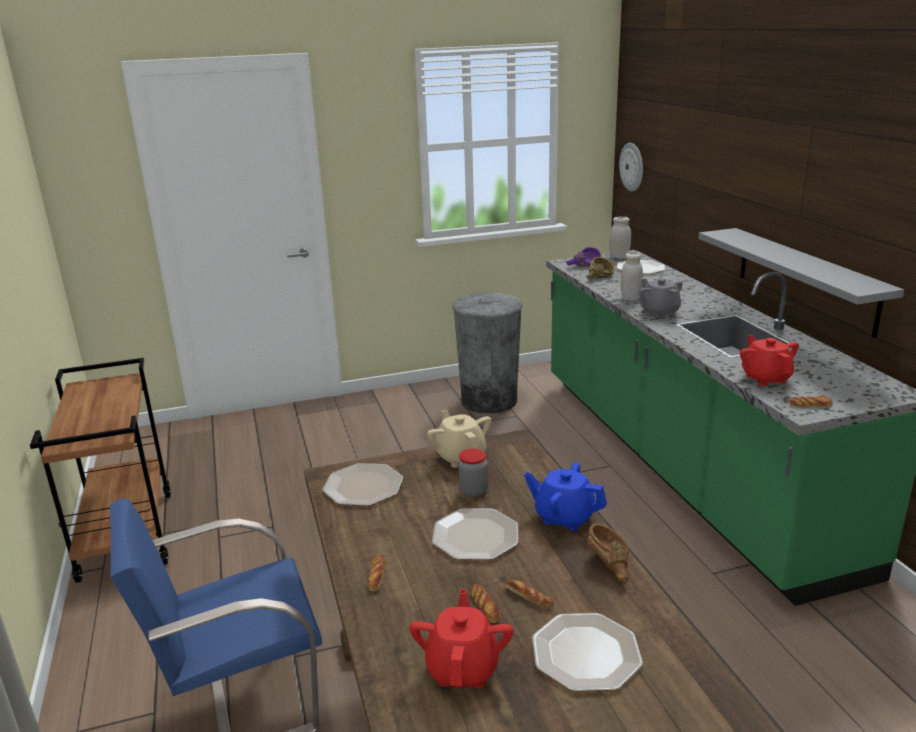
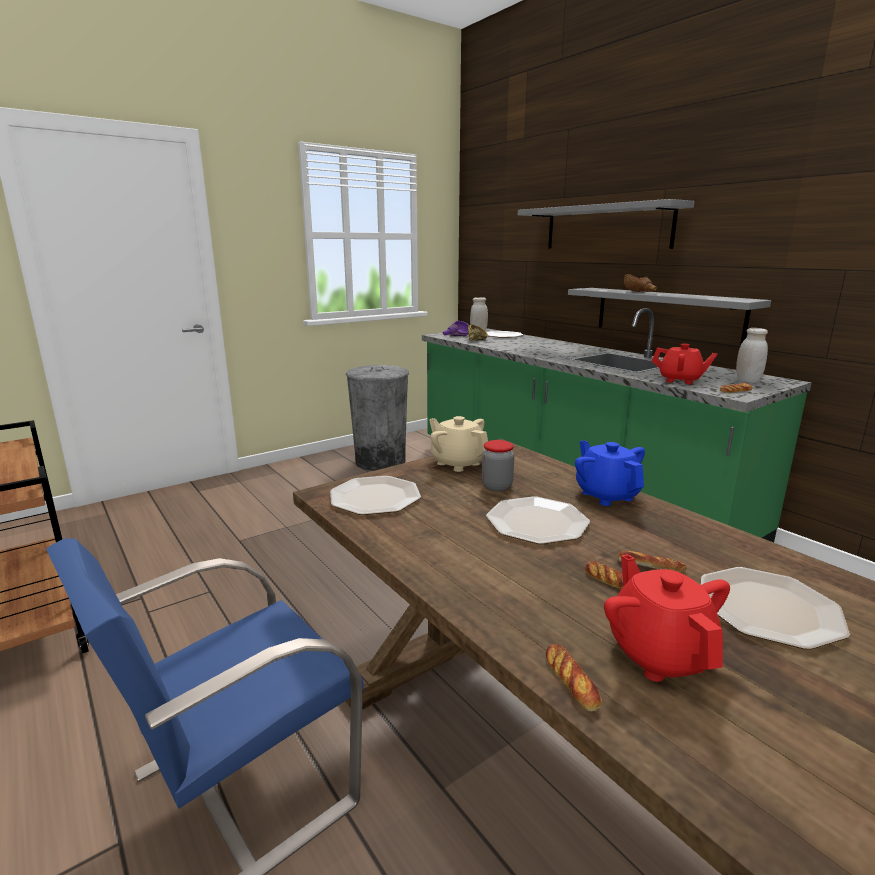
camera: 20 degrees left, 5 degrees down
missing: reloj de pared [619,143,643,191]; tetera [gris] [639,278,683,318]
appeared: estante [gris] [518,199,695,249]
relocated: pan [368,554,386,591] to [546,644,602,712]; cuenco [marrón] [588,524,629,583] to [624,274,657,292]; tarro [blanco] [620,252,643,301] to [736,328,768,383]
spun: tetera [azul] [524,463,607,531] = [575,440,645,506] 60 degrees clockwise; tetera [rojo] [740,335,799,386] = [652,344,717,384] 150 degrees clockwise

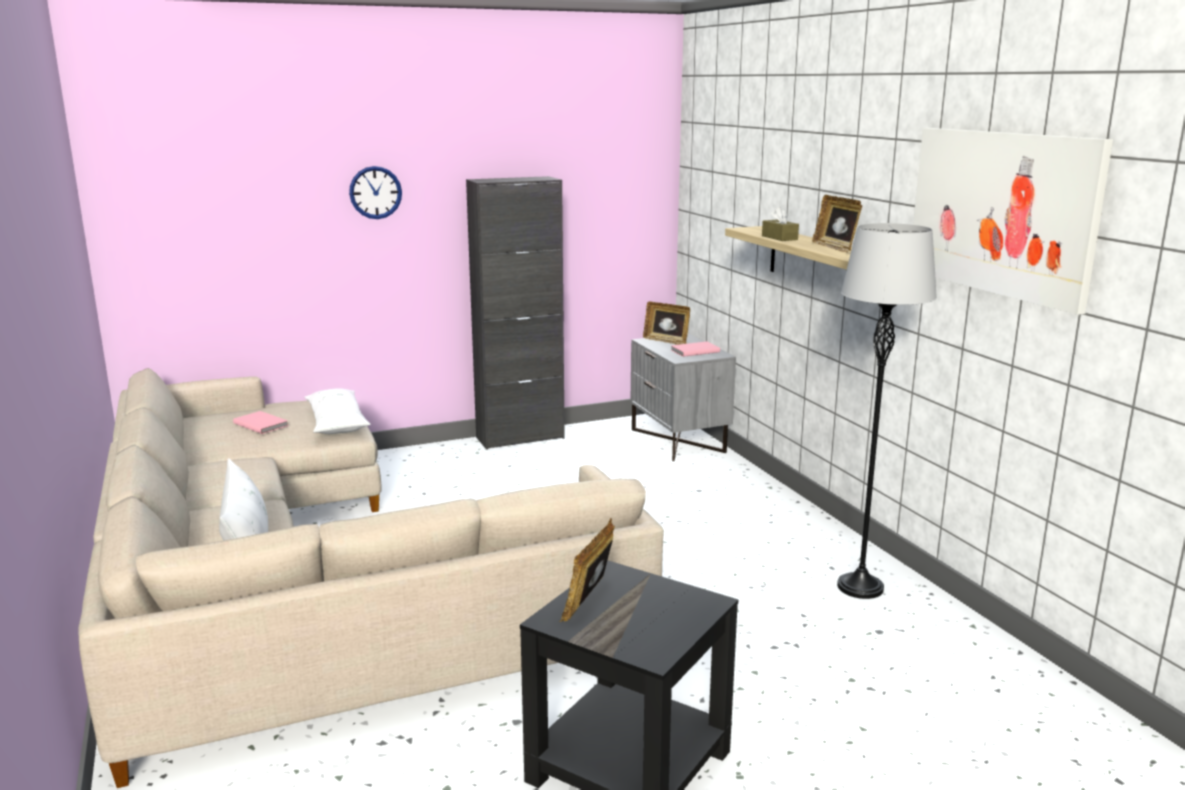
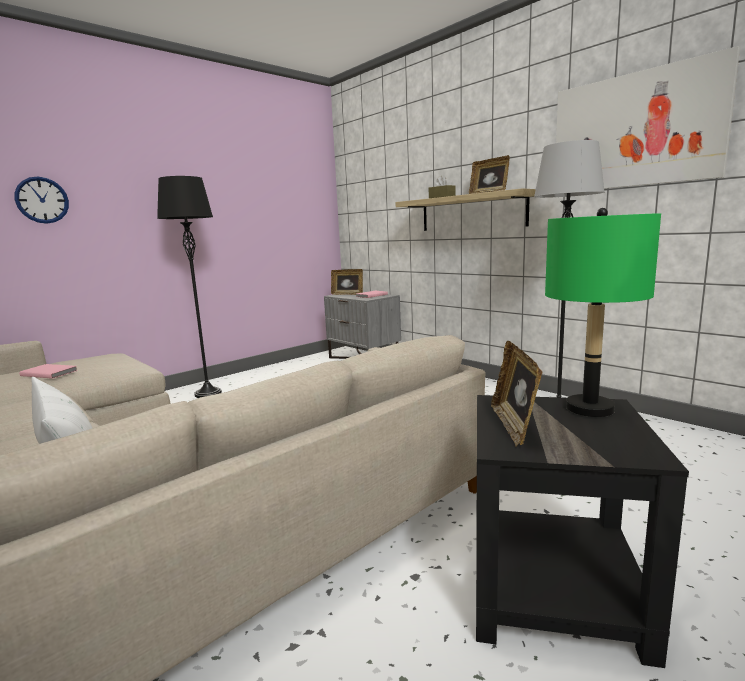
camera: 20 degrees left, 5 degrees down
missing: cojín [blanco] [304,388,370,434]; armario [negro] [466,176,565,450]
appeared: lámpara de pie [negro] [157,176,222,398]; lámpara de mesa [verde] [545,208,661,417]
relocated: reloj de pared [349,166,402,219] to [14,177,69,224]

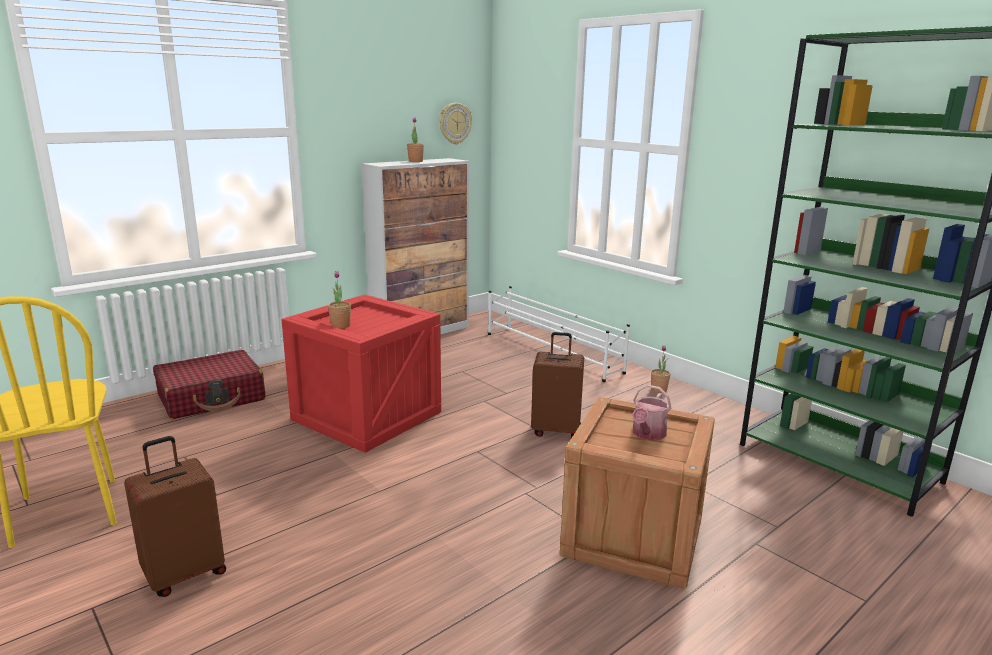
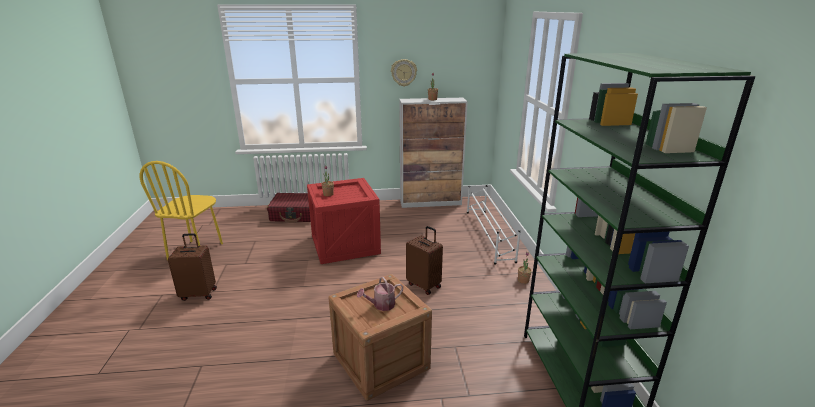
camera: 35 degrees right, 5 degrees up
relocated: reloj de pared [439,103,472,145] to [391,59,417,87]

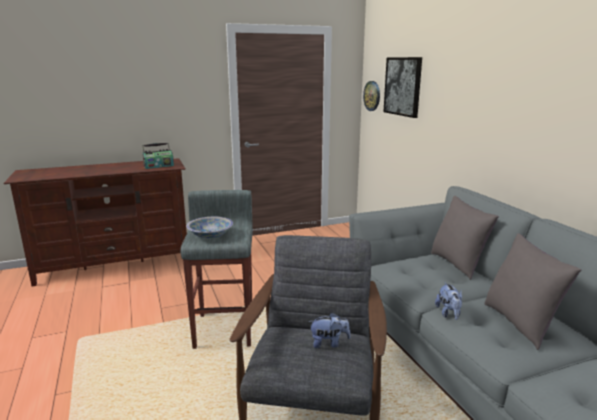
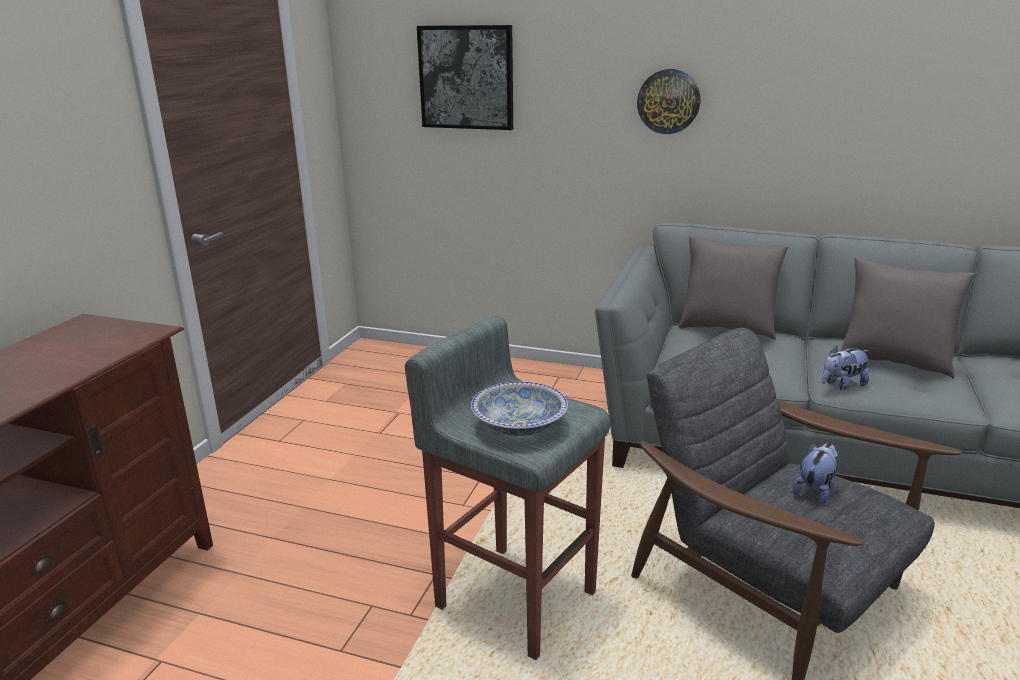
camera: 50 degrees left, 5 degrees up
missing: radio [142,143,174,169]
relocated: reloj de pared [363,81,380,111] to [637,69,701,134]
spun: peluche [435,282,462,320] = [822,346,870,390] 120 degrees clockwise

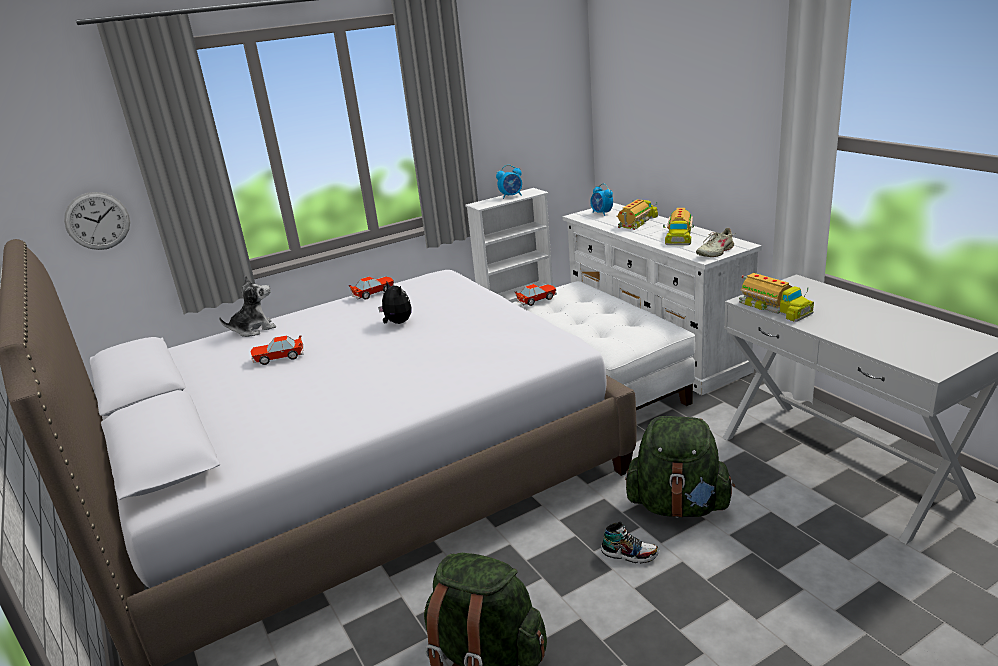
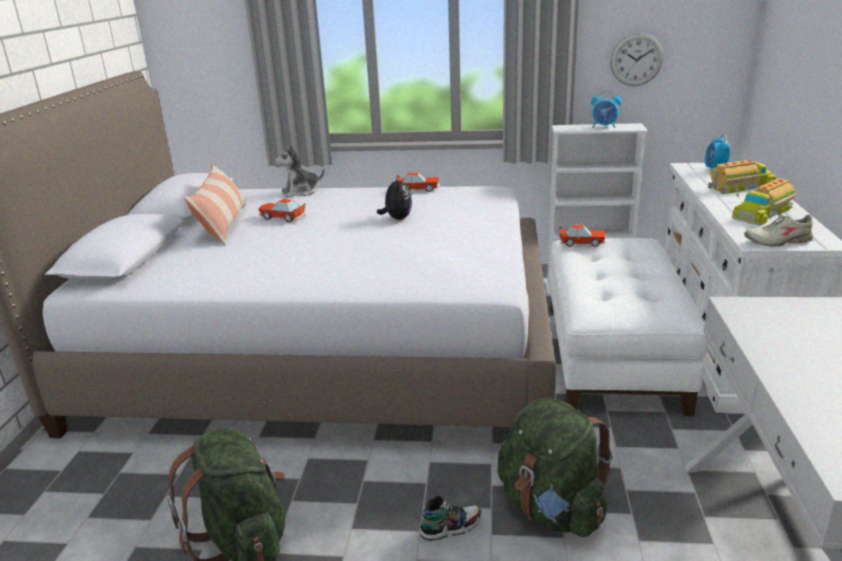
camera: 35 degrees right, 0 degrees up
missing: camión de juguete [739,273,814,322]
appeared: cojín [184,164,246,245]
relocated: reloj de pared [64,192,130,250] to [610,33,663,86]
spun: peluche [219,275,276,337] = [274,144,325,197] 150 degrees clockwise; zapato [601,522,659,563] = [419,495,482,541] 75 degrees counterclockwise

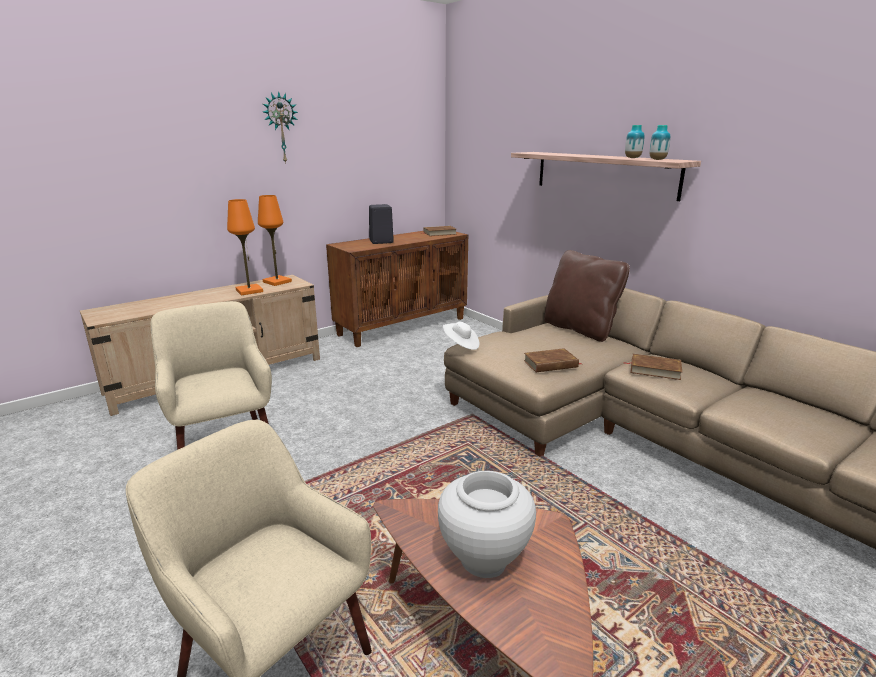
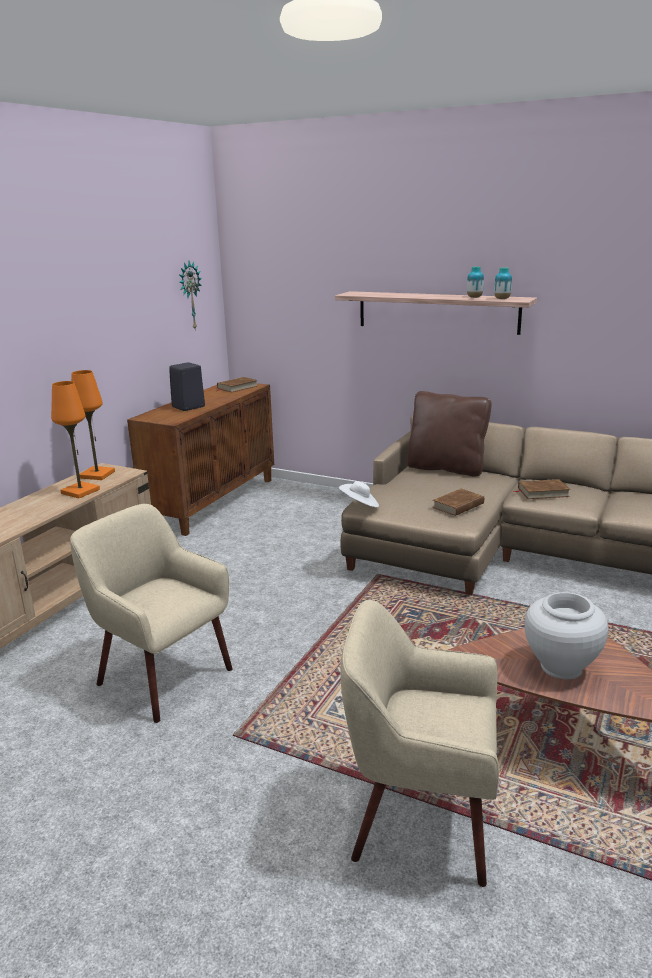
camera: 25 degrees left, 0 degrees up
relocated: reloj de pared [263,91,298,164] to [179,261,202,329]

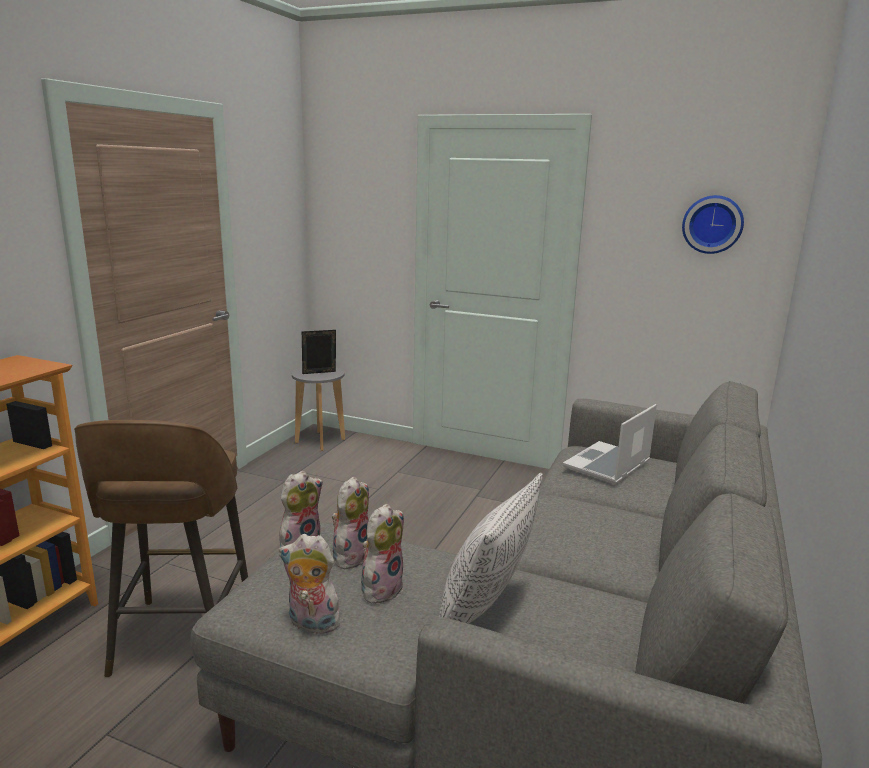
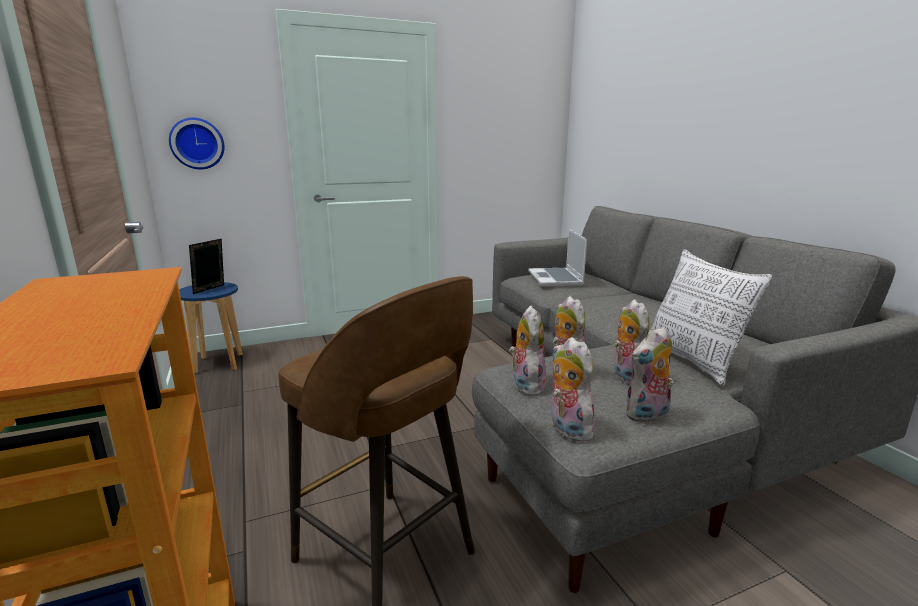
camera: 45 degrees left, 0 degrees up
appeared: peluche [552,337,595,442]
relocated: reloj de pared [682,195,744,254] to [169,118,224,169]
colour: taburete [gris] [292,367,345,451] to taburete [azul] [179,282,243,374]

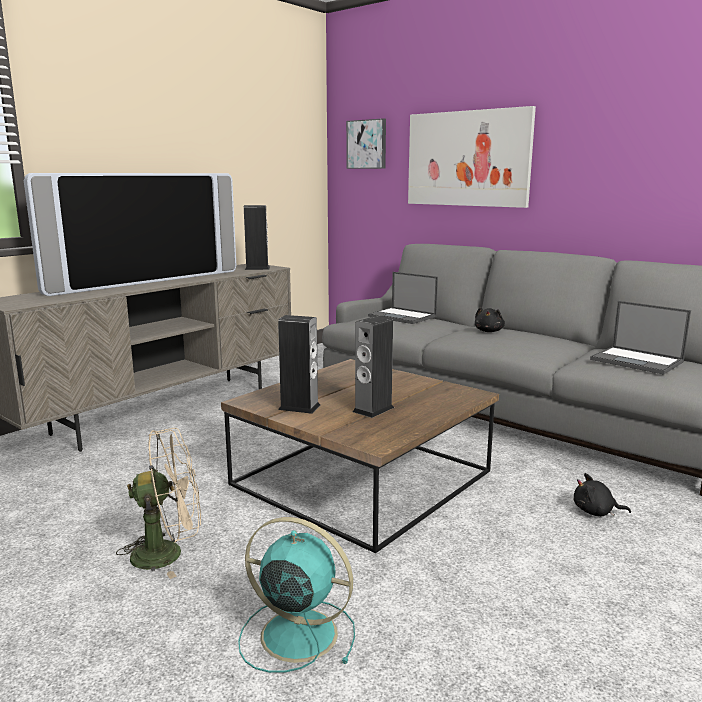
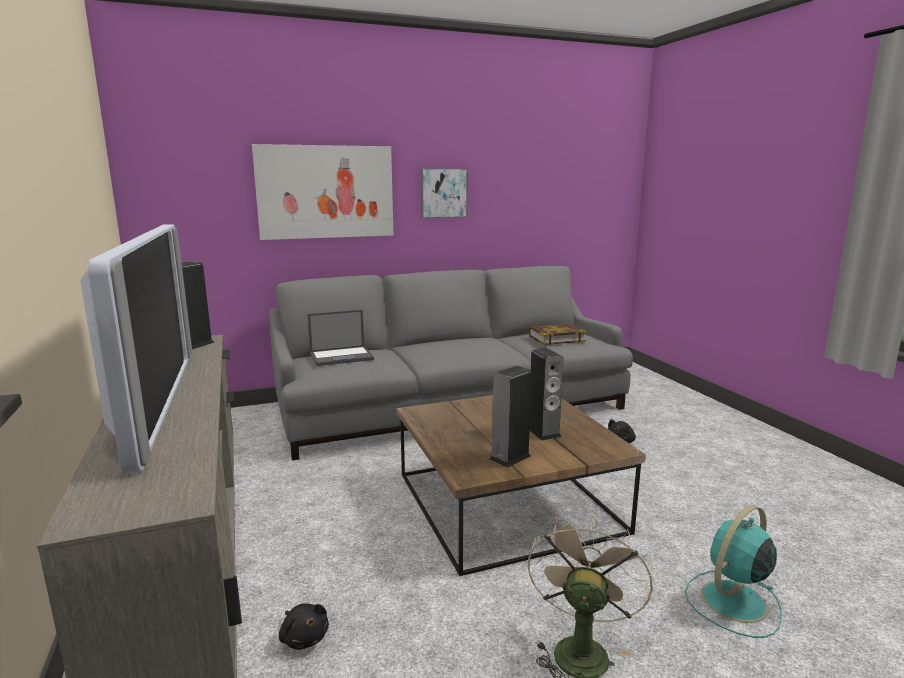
camera: 60 degrees left, 0 degrees up
relocated: cuadro [346,118,386,169] to [421,168,468,218]; peluche [negro] [475,307,505,332] to [279,603,329,650]
exchanged: portátil [590,301,691,375] to libro [528,324,586,345]

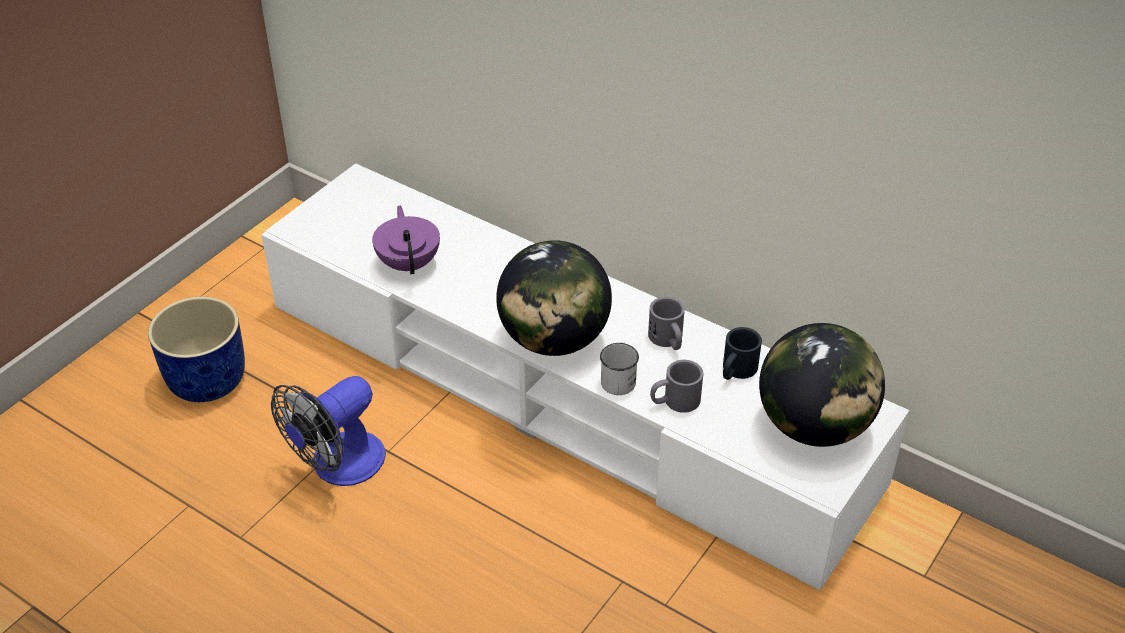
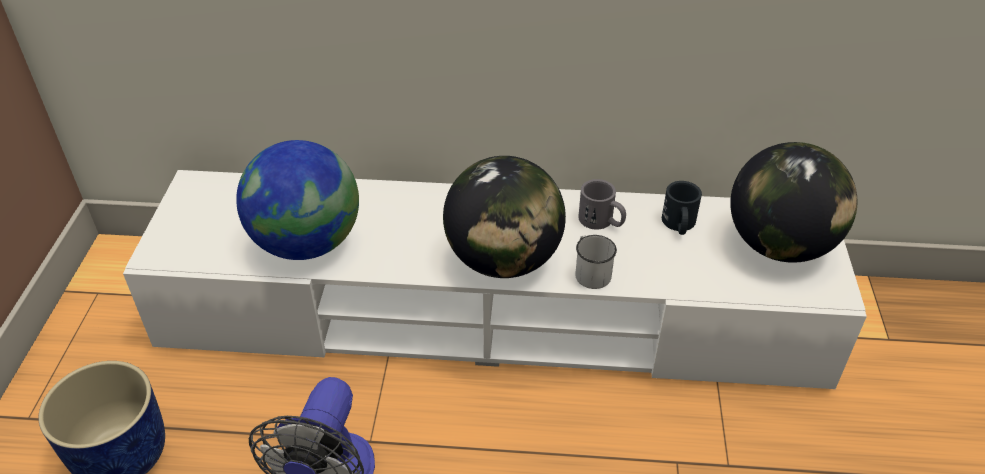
camera: 30 degrees left, 0 degrees up
missing: taza grande [gris] [650,360,703,413]
exchanged: tetera [morado] [372,205,440,275] to globo terráqueo [236,140,359,260]

